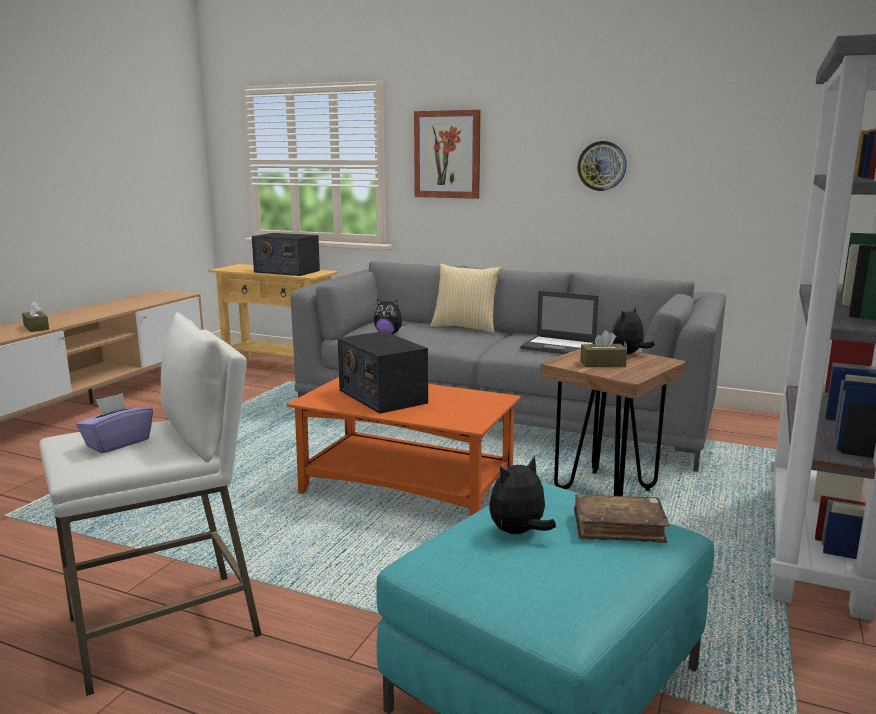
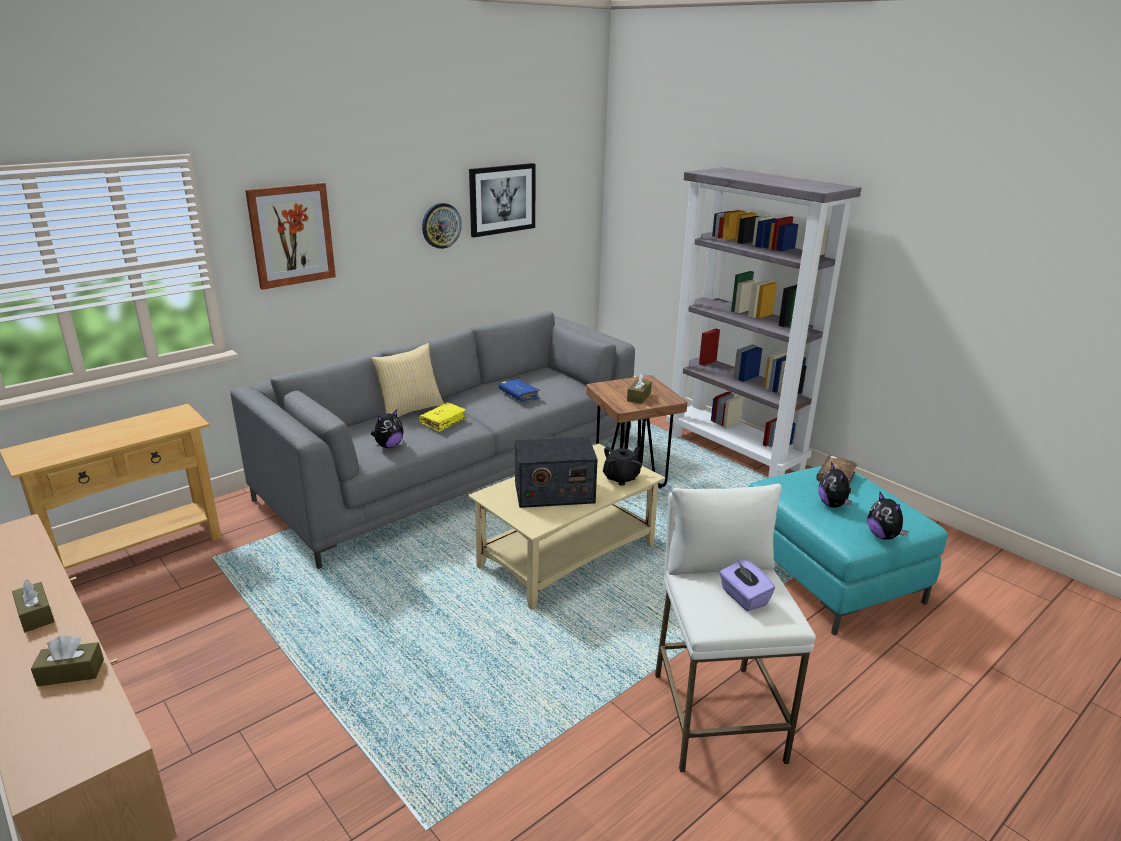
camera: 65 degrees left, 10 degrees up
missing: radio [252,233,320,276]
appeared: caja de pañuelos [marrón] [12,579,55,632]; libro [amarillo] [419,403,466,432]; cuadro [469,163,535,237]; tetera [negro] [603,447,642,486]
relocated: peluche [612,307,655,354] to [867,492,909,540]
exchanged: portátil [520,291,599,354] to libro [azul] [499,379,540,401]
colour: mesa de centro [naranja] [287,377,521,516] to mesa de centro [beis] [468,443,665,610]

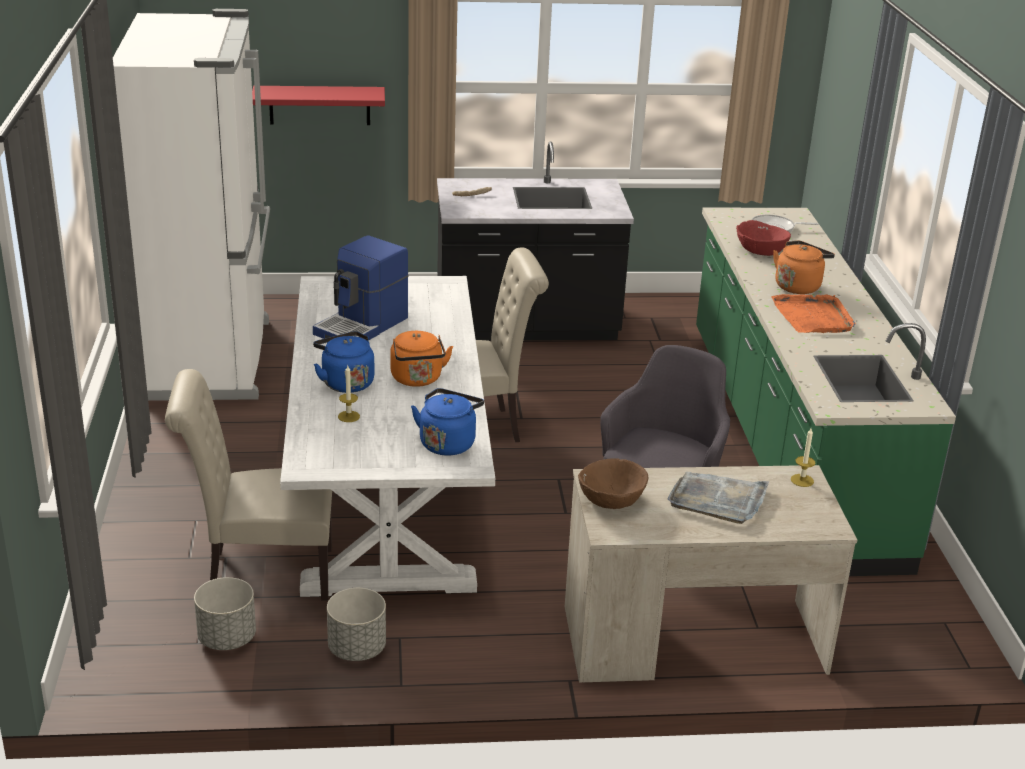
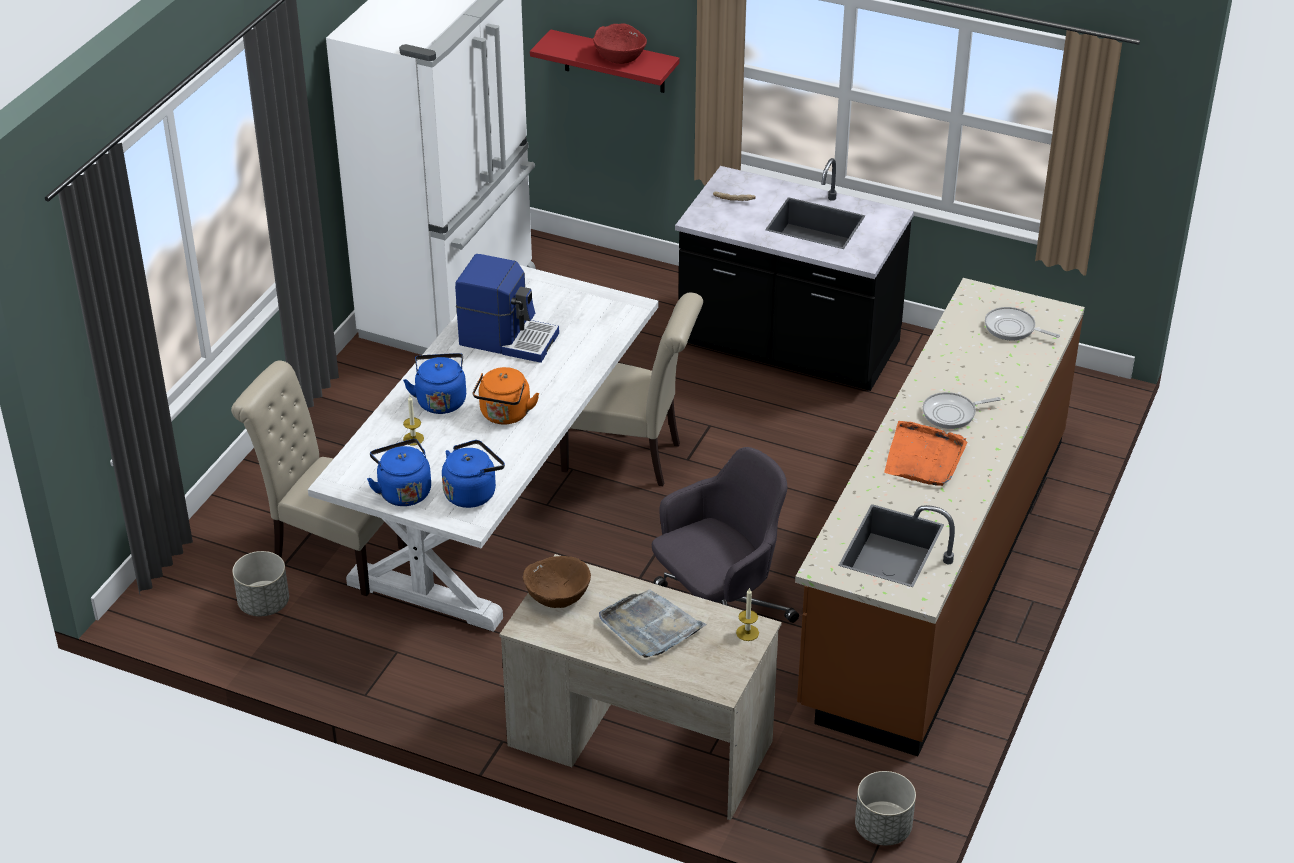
camera: 30 degrees right, 10 degrees up
appeared: hervidor [azul] [367,439,431,506]
relocated: maceta [gris] [327,588,386,661] to [855,771,916,845]; cuenco [rojo] [736,220,791,256] to [593,23,647,64]
exchanged: hervidor [naranja] [773,240,835,294] to sartén [923,392,1001,429]
colour: mueble bajo de cocina [verde] [696,208,956,576] to mueble bajo de cocina [marrón] [795,278,1085,756]
spun: cafetera [313,235,409,340] = [455,254,559,363] 135 degrees counterclockwise

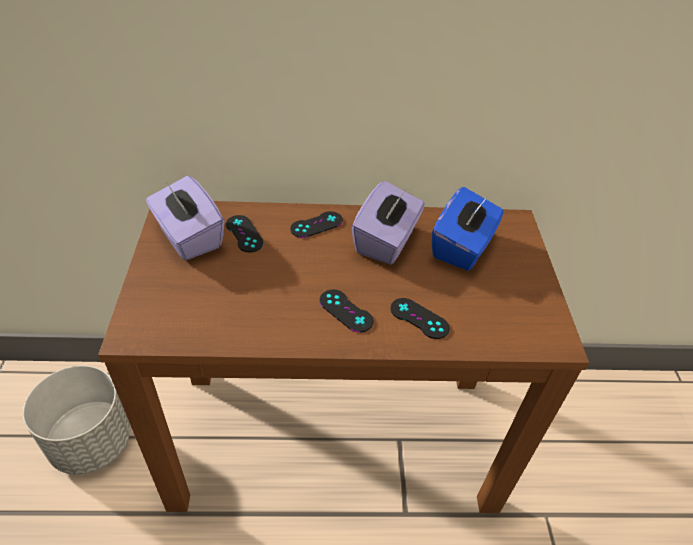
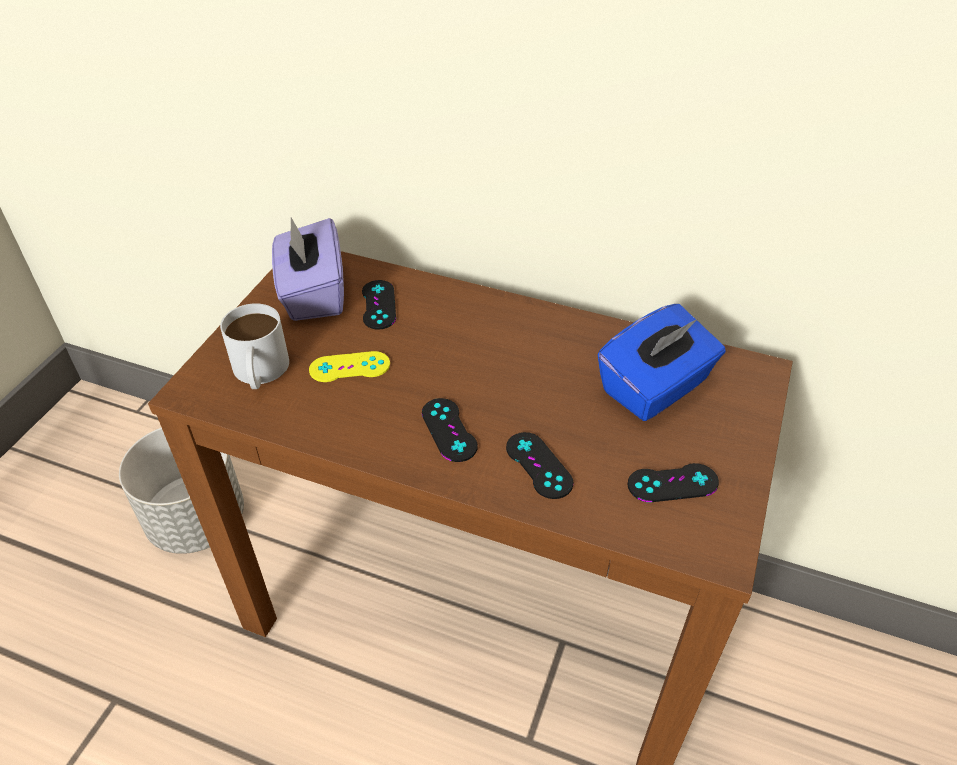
camera: 25 degrees right, 0 degrees up
missing: caja de pañuelos [morado] [352,181,425,265]
appeared: taza grande [blanco] [220,303,289,389]; mando de consola [amarillo] [309,351,390,382]
relocated: mando de consola [negro] [290,211,343,238] to [628,463,719,502]

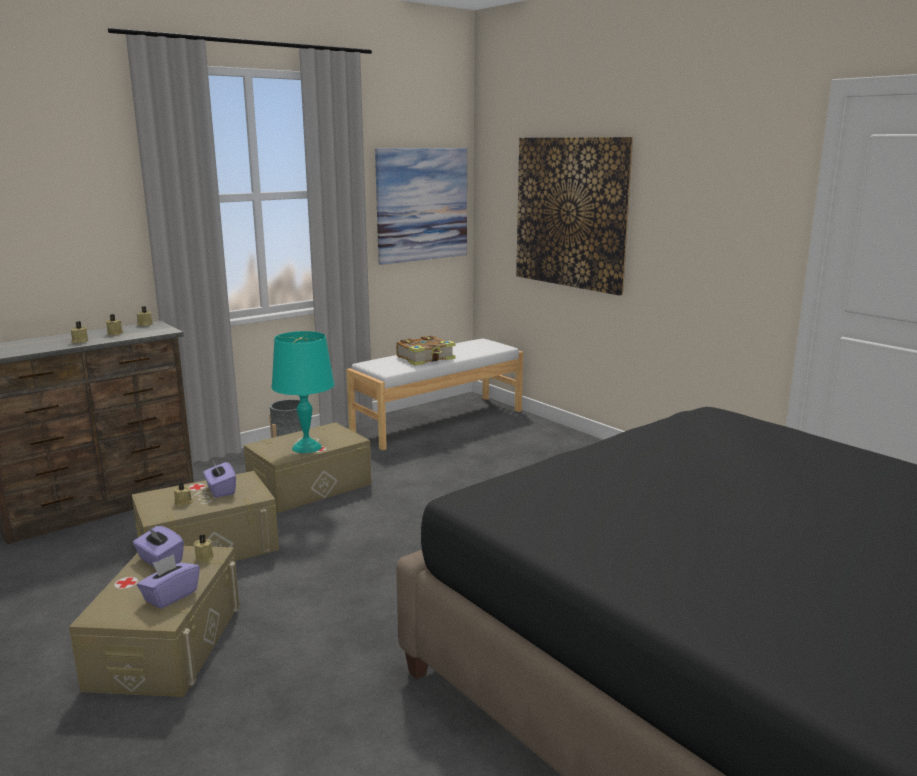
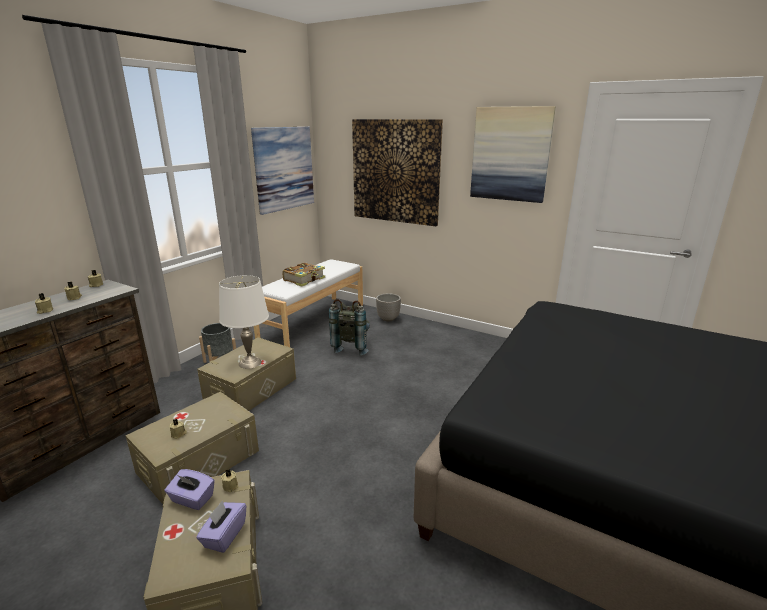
camera: 20 degrees left, 5 degrees up
missing: caja de pañuelos [morado] [203,461,236,498]
appeared: mochila [gris] [329,299,370,356]; maceta [376,293,401,321]; cuadro [470,106,556,203]
colour: lámpara de mesa [turquesa] [271,331,334,453] to lámpara de mesa [blanco] [219,275,269,369]

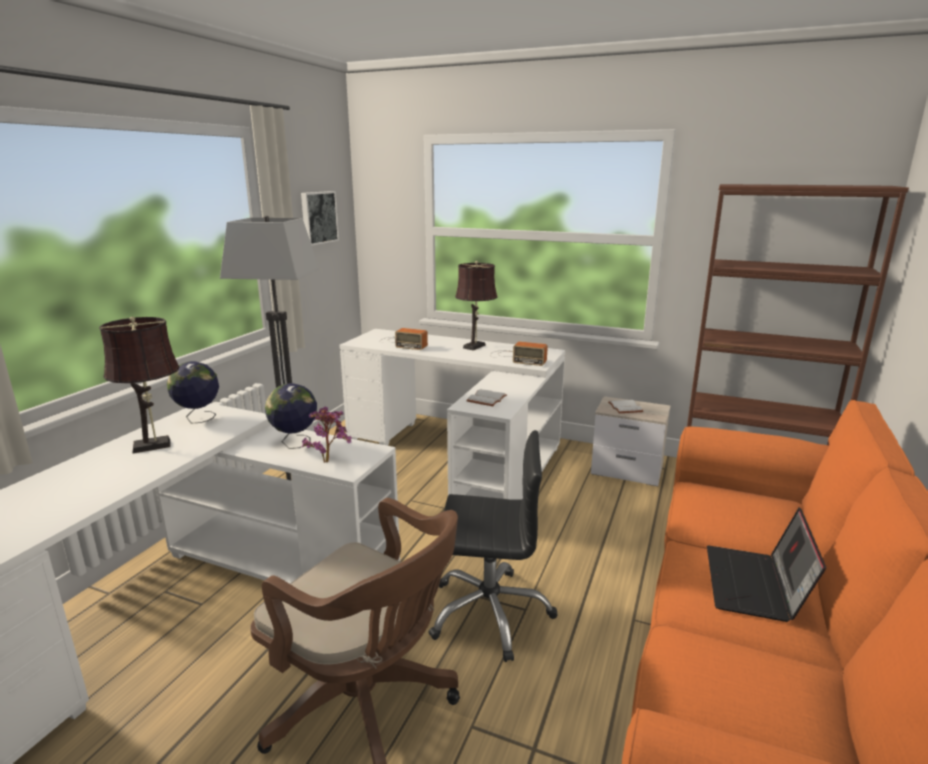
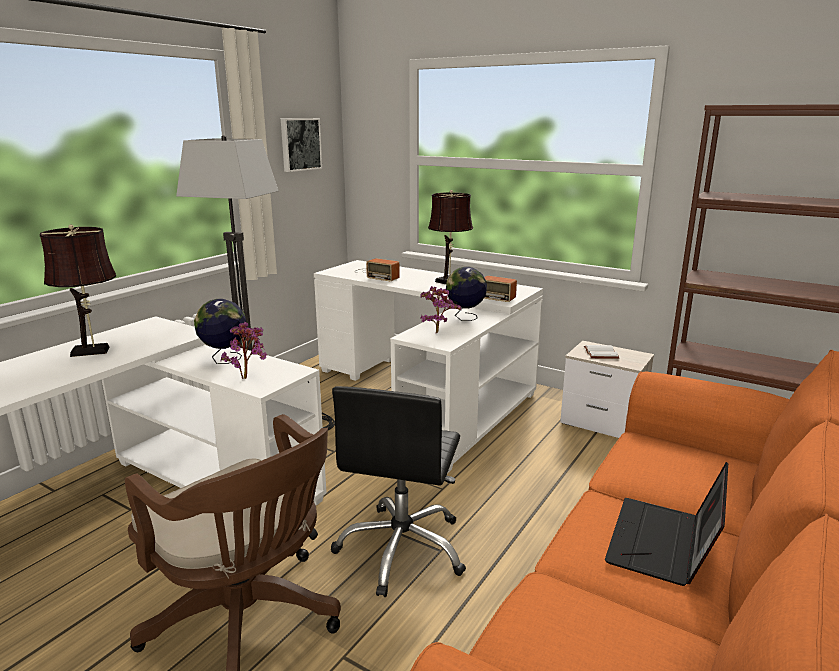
camera: 10 degrees right, 0 degrees up
relocated: globo terráqueo [167,361,219,423] to [446,267,487,321]
exchanged: libro [blanco] [466,389,507,406] to planta en maceta [420,286,461,333]
spun: silla de oficina [negro] [428,430,557,662] = [331,386,466,597] 90 degrees clockwise

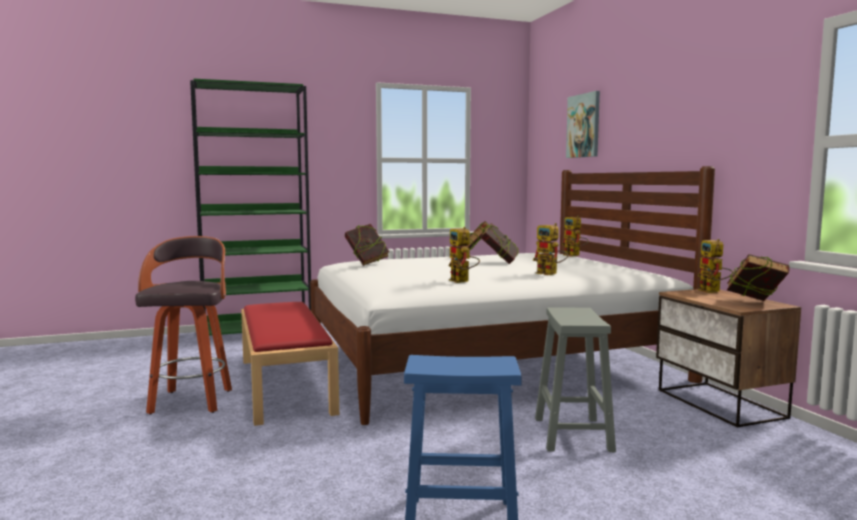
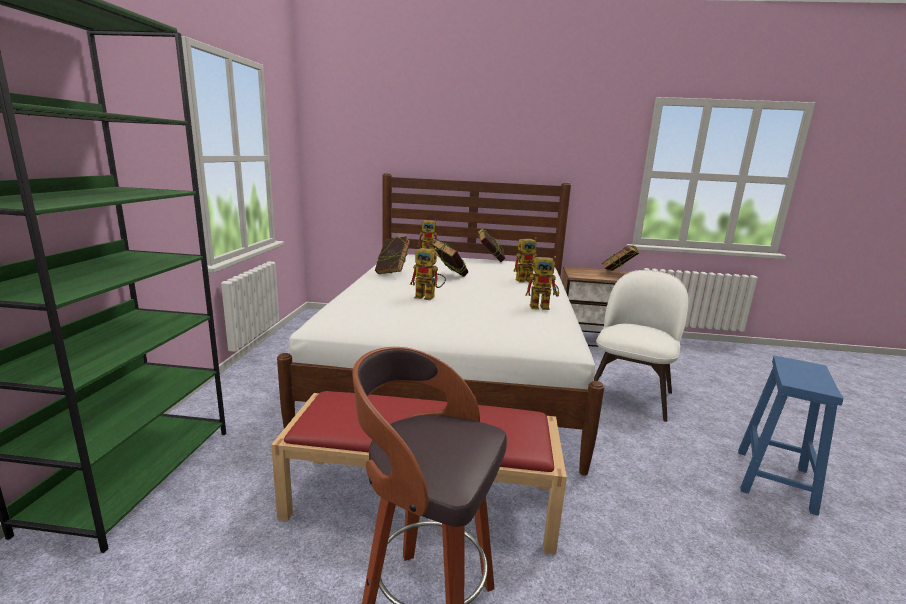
camera: 65 degrees left, 10 degrees up
missing: cuadro [566,91,600,158]
relocated: libro [345,224,389,266] to [478,227,506,262]; robot de juguete [698,239,733,293] to [410,248,446,300]
exchanged: taburete [gris] [535,307,616,452] to silla [blanco] [594,270,688,422]

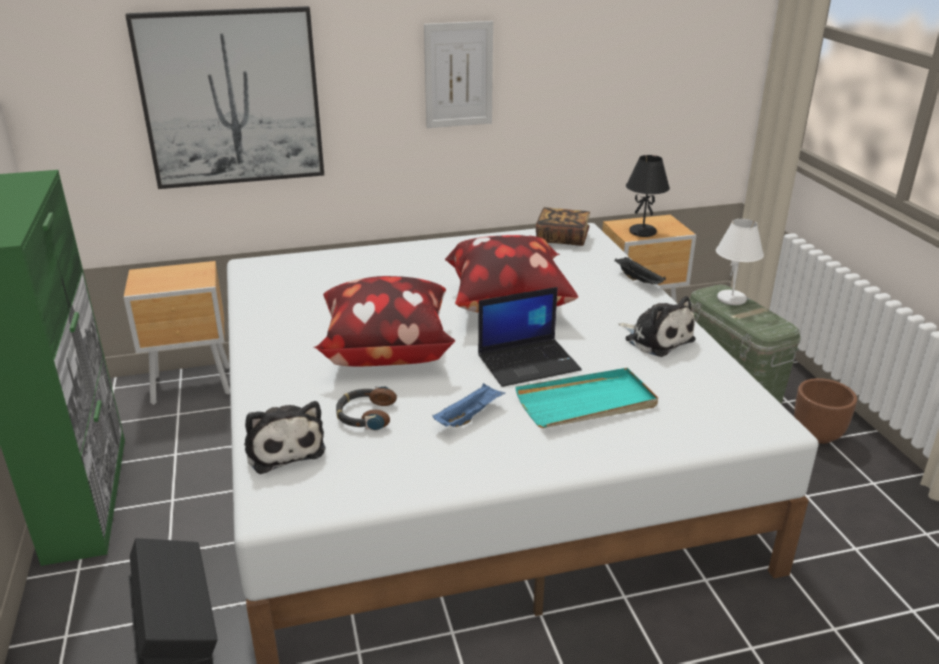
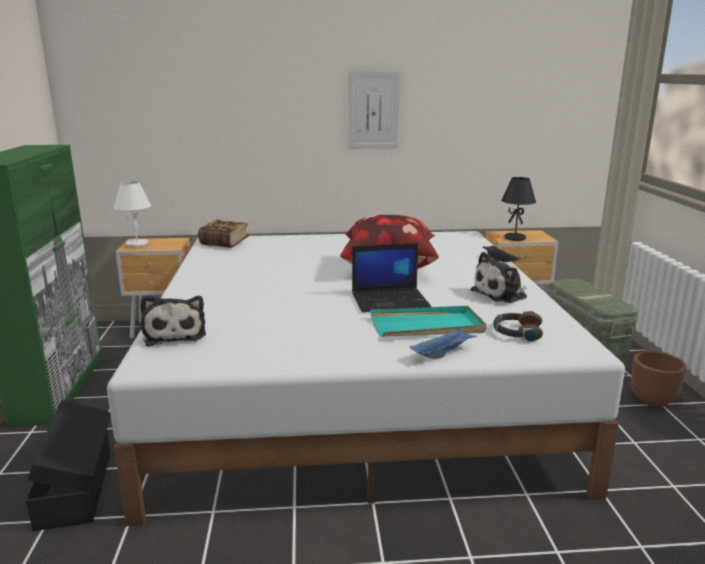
camera: 10 degrees right, 10 degrees down
missing: cuadro [125,6,324,189]; cojín [314,276,455,366]
relocated: auriculares [336,386,397,431] to [493,311,543,342]; bandeja [azul] [433,383,505,427] to [410,328,477,359]; libro [536,207,590,246] to [198,220,249,248]; lámpara de mesa [blanco] [716,219,764,305] to [114,181,151,247]
spun: peluche [619,296,696,357] = [471,252,527,303] 90 degrees clockwise

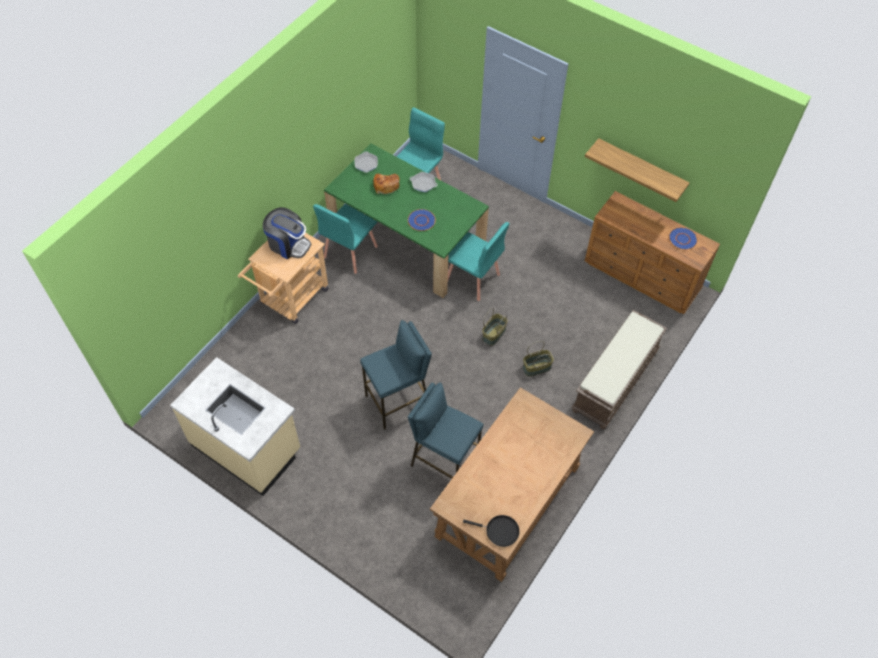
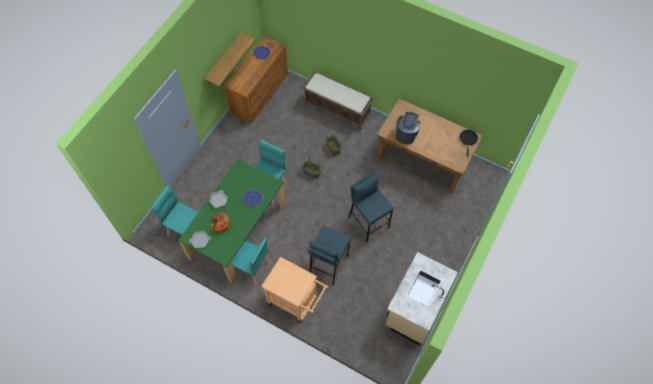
camera: 95 degrees left, 5 degrees up
relocated: cafetera [263,207,311,259] to [396,112,420,144]; taburete [azul] [408,382,484,479] to [307,225,351,285]

